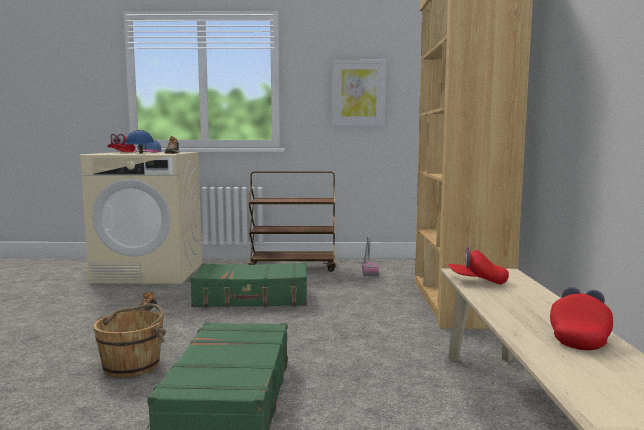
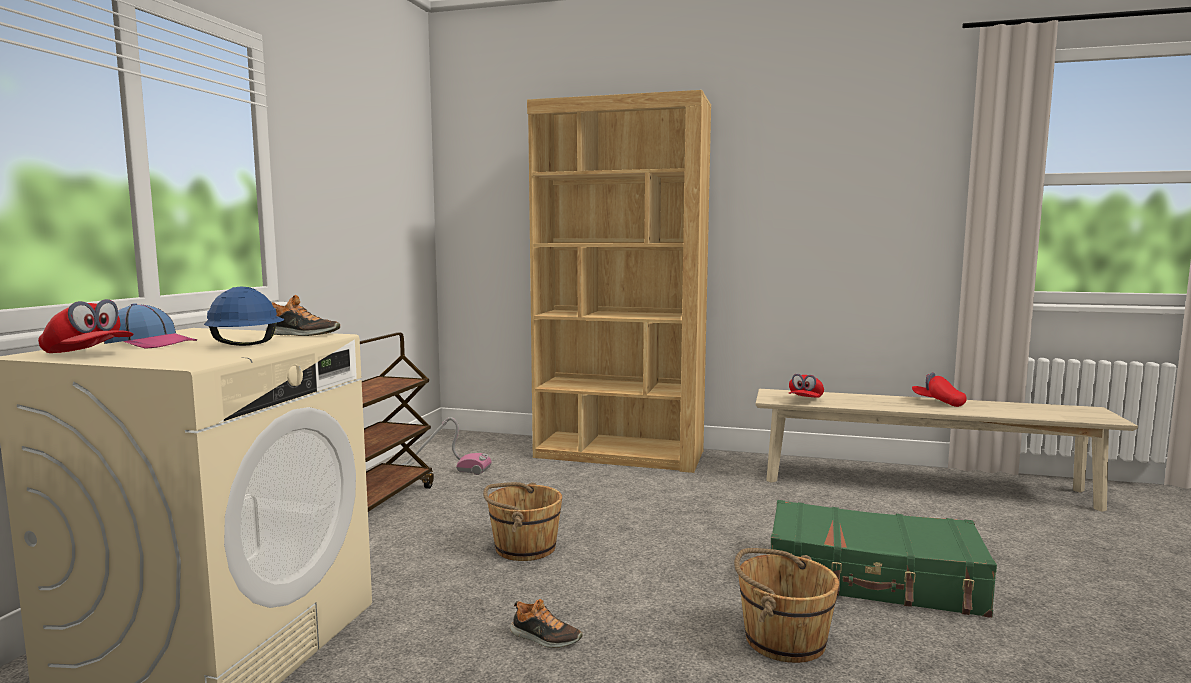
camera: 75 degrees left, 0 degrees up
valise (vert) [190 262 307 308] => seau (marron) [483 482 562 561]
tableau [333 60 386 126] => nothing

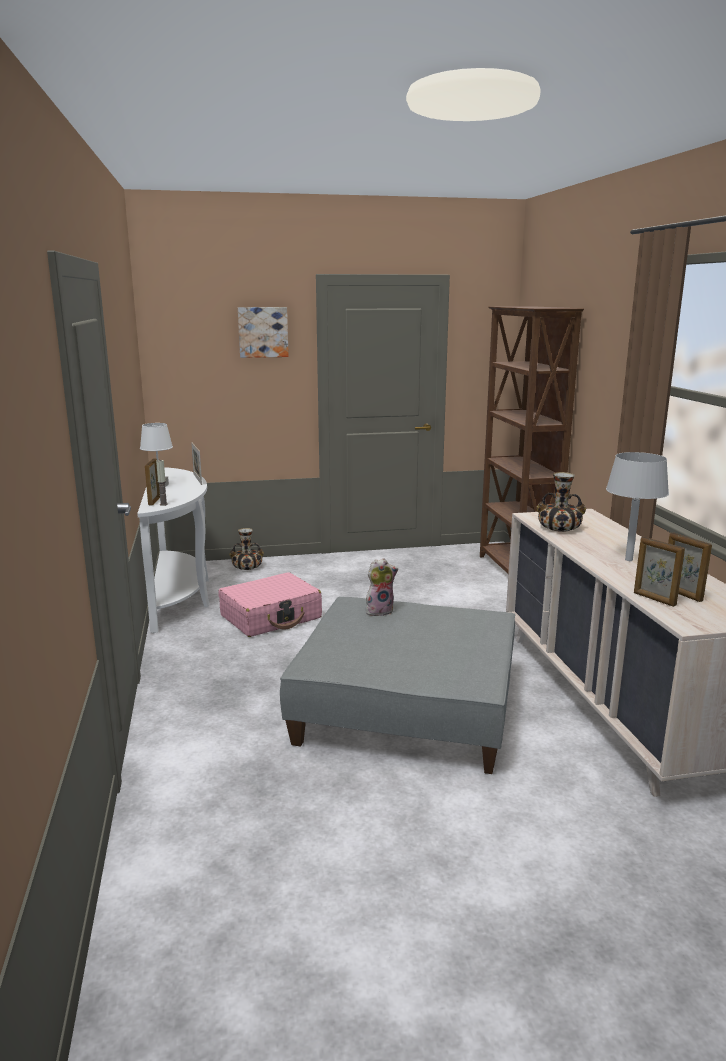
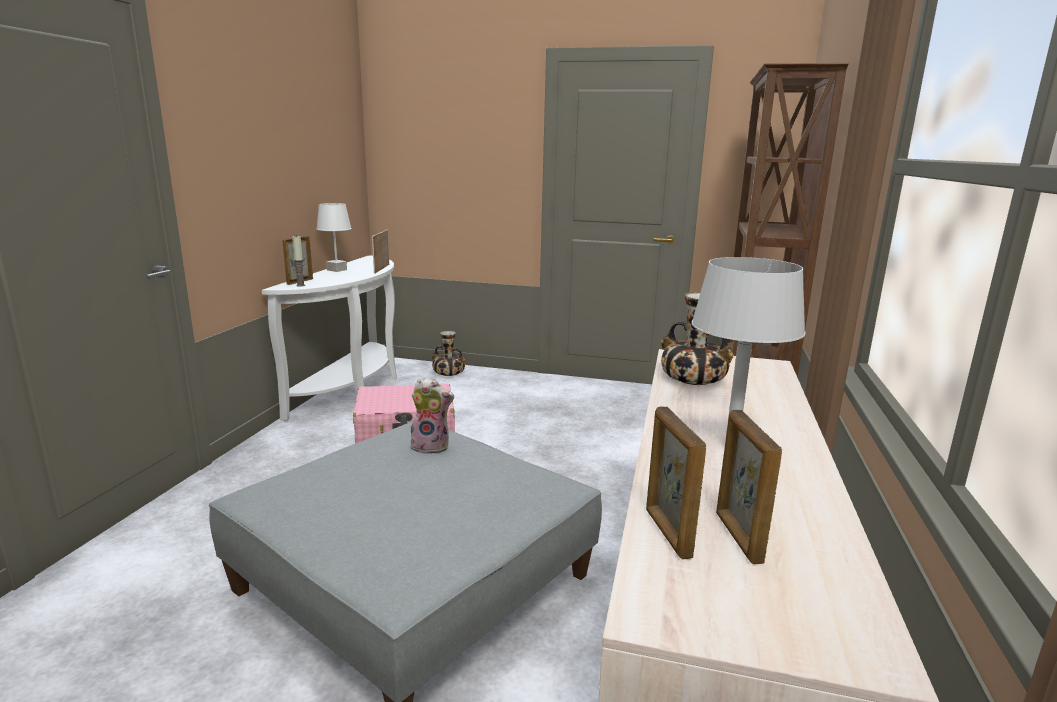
camera: 25 degrees right, 0 degrees up
tableau [238 307 289 358] => nothing

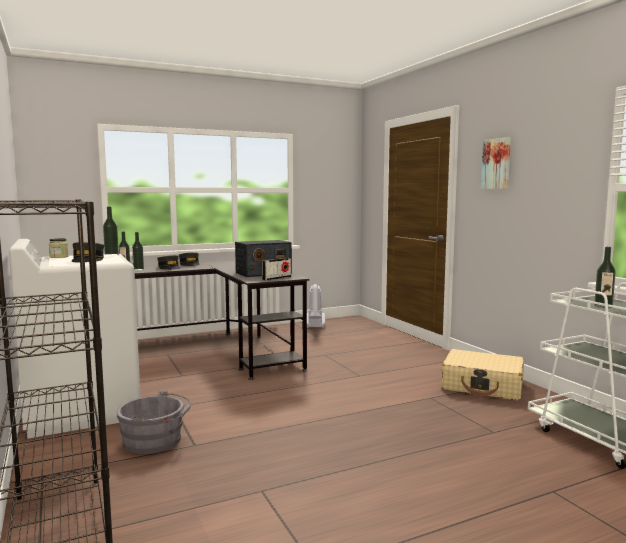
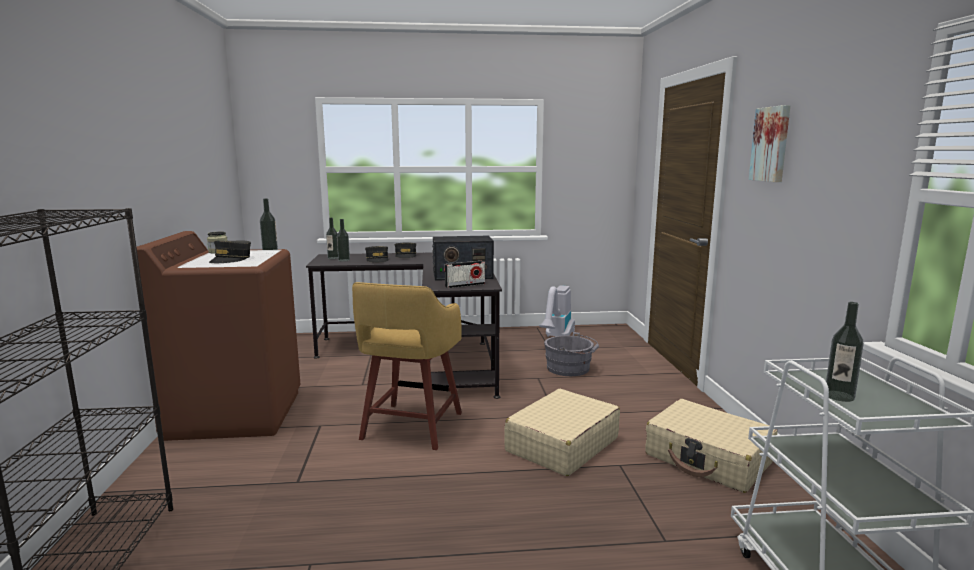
camera: 20 degrees right, 5 degrees up
lave-linge (blanc) [9 239 141 438] => lave-linge (marron) [136 231 301 441]
nothing => tabouret (jaune) [352 282 462 450]
nothing => valise (beige) [504 389 620 476]
seau (gris) [116 390 191 454] => seau (gris) [544 332 599 376], relocated

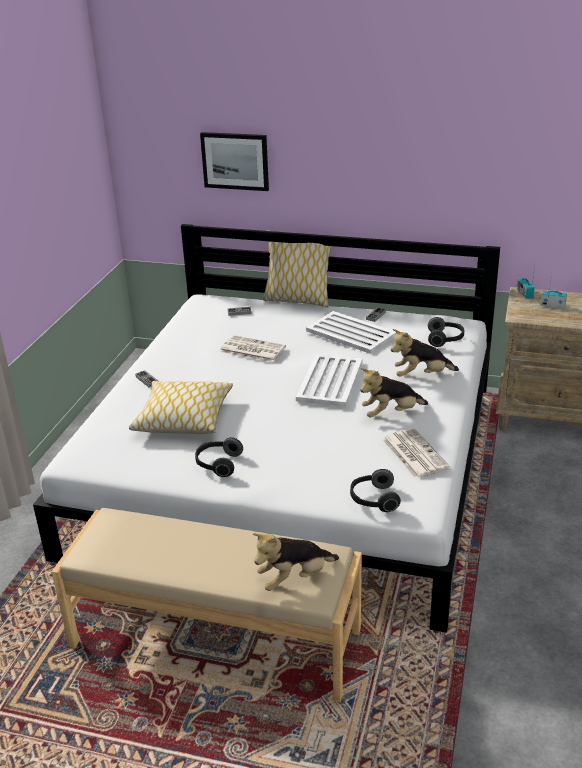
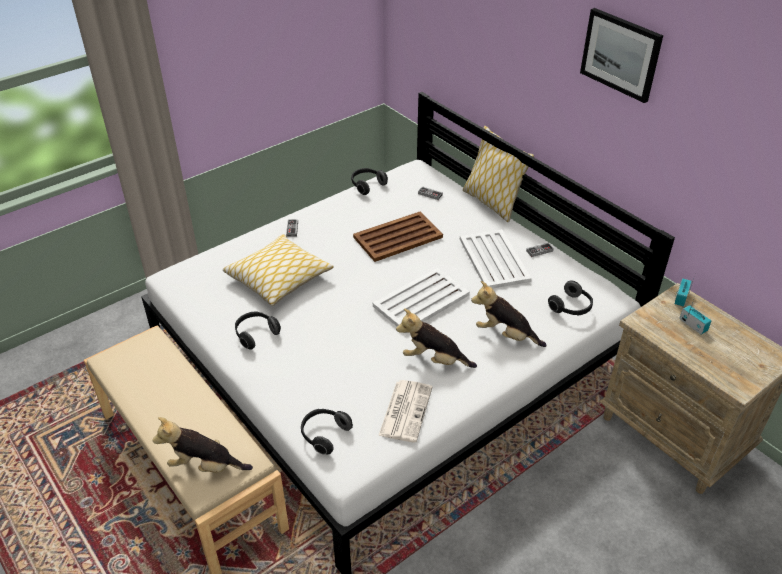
camera: 35 degrees right, 10 degrees up
nothing => casque audio [351 168 388 195]
journal [220 335 286 362] => plateau (marron) [353 212 443 262]
tableau [200 132 269 191] => tableau [580 8 663 103], relocated

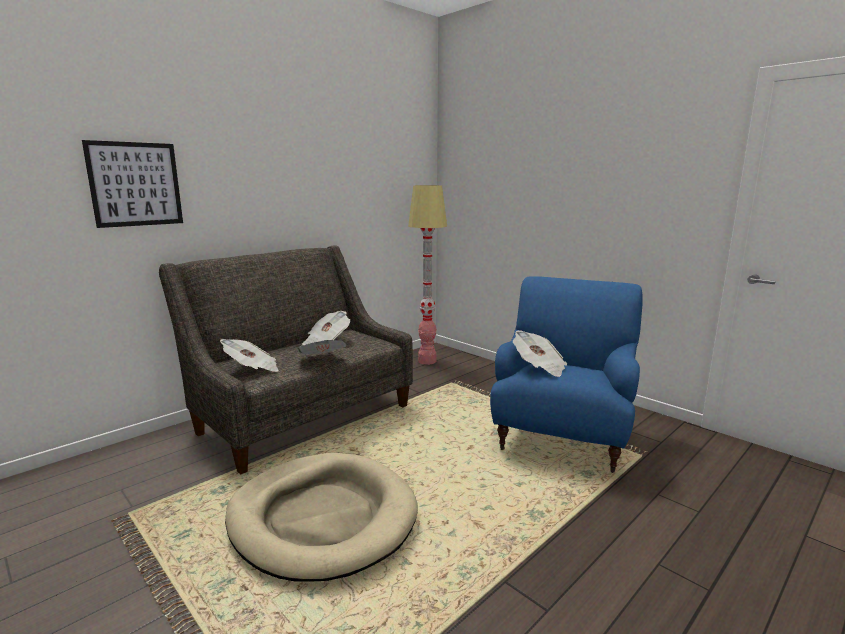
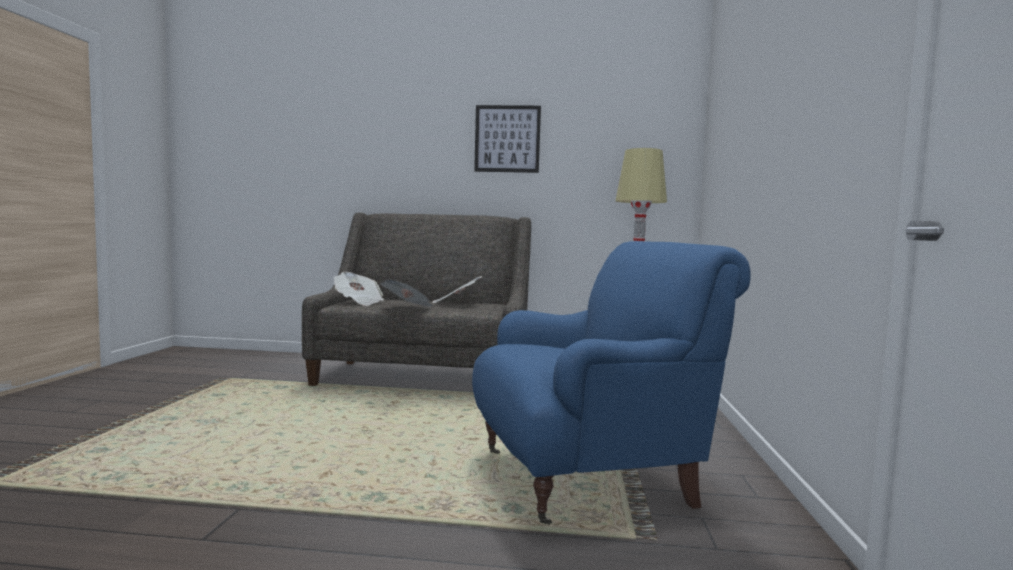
camera: 50 degrees right, 10 degrees down
tableau [82 140 183 228] => tableau [474 105 541 173], relocated
panier pour chien (beige) [225 453 418 582] => nothing
journal [513 330 567 377] => nothing

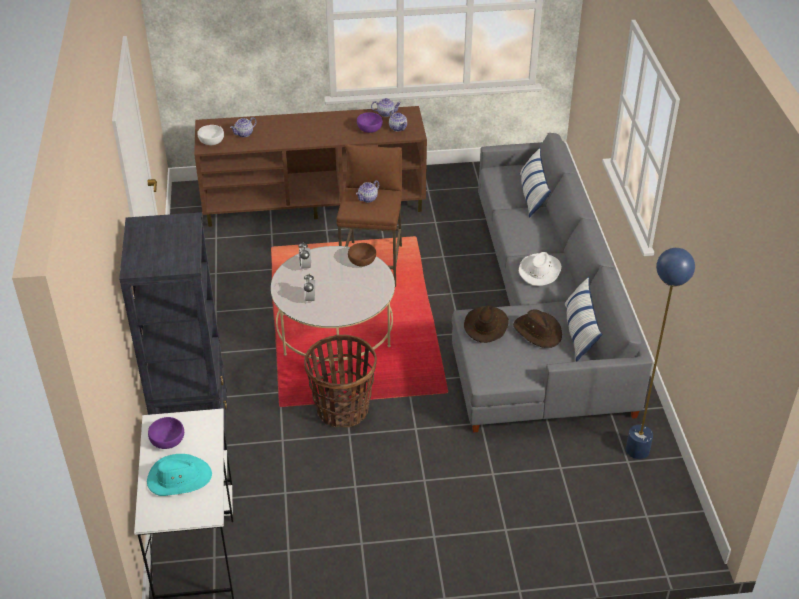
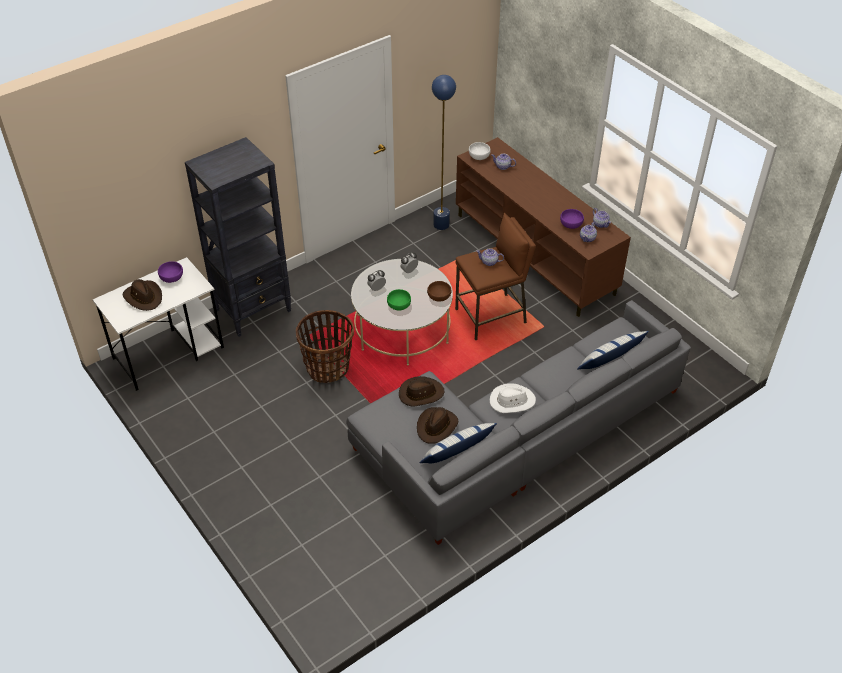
camera: 60 degrees right, 5 degrees up
chapeau (turquoise) [147 454 212 496] => chapeau (marron) [123 279 162 311]
nothing => bol (vert) [387 289 411 310]
lampadaire (bleu) [626 248 695 459] => lampadaire (bleu) [432 75 456 230], relocated

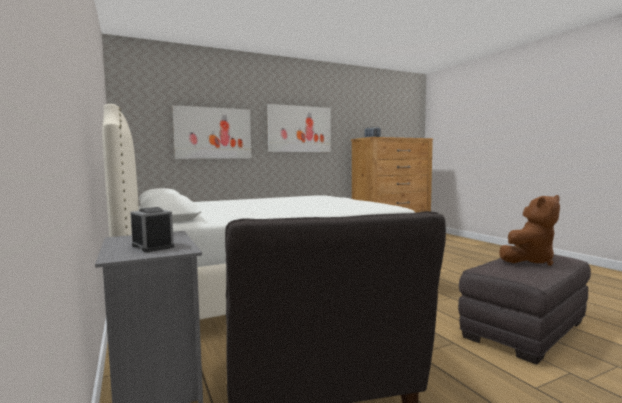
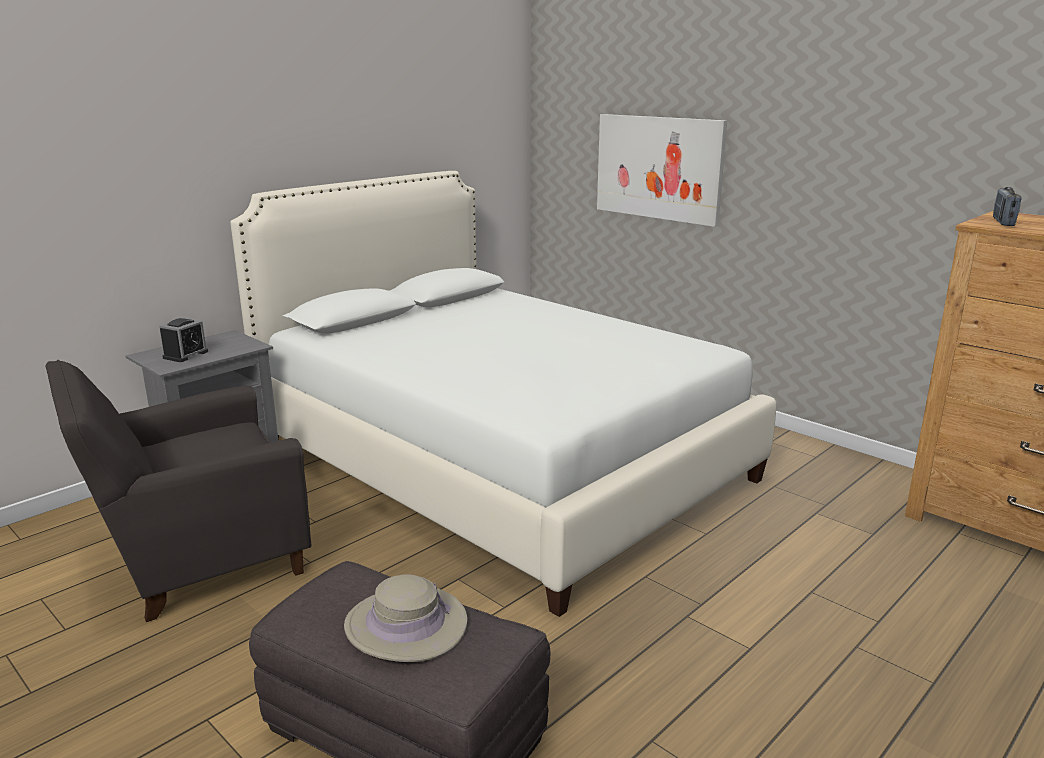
camera: 70 degrees right, 15 degrees up
peluche (marron) [499 195 560 266] => chapeau (beige) [344 575 467 662]
tableau [267 104 331 152] => nothing

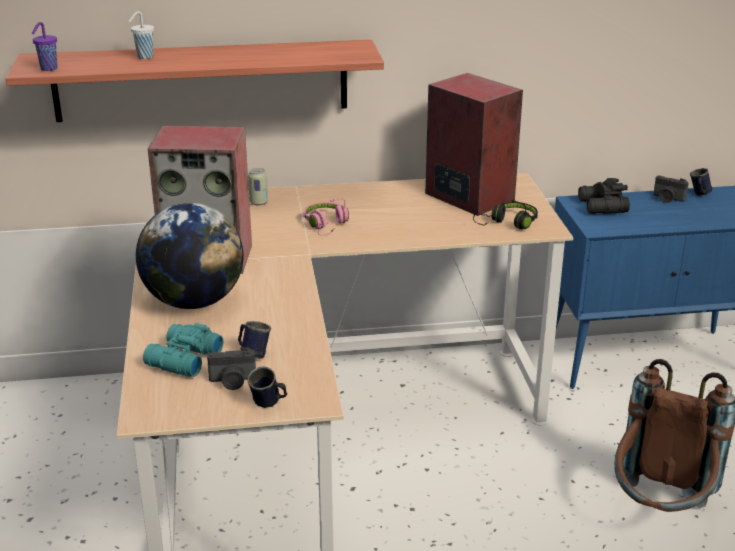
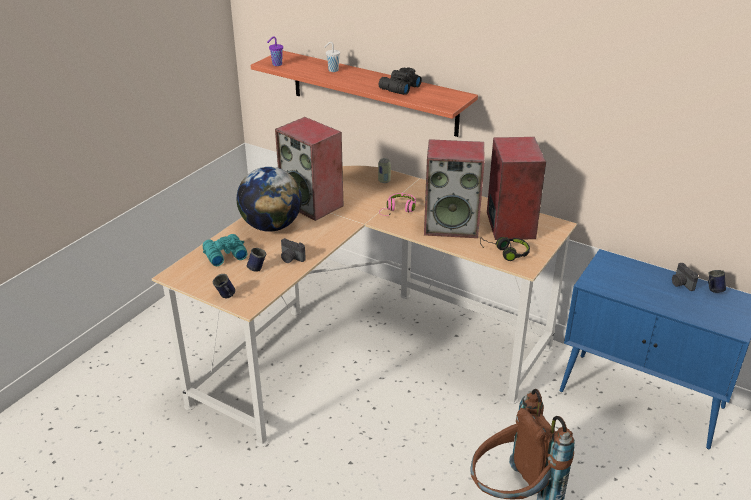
camera: 40 degrees right, 5 degrees up
appareil photo [207 347 256 390] => appareil photo [281 238 306 263], relocated
jumelles (noir) [578 178 630 214] => jumelles (noir) [379 67 422 95], relocated
nothing => enceinte [424 139 485 238]

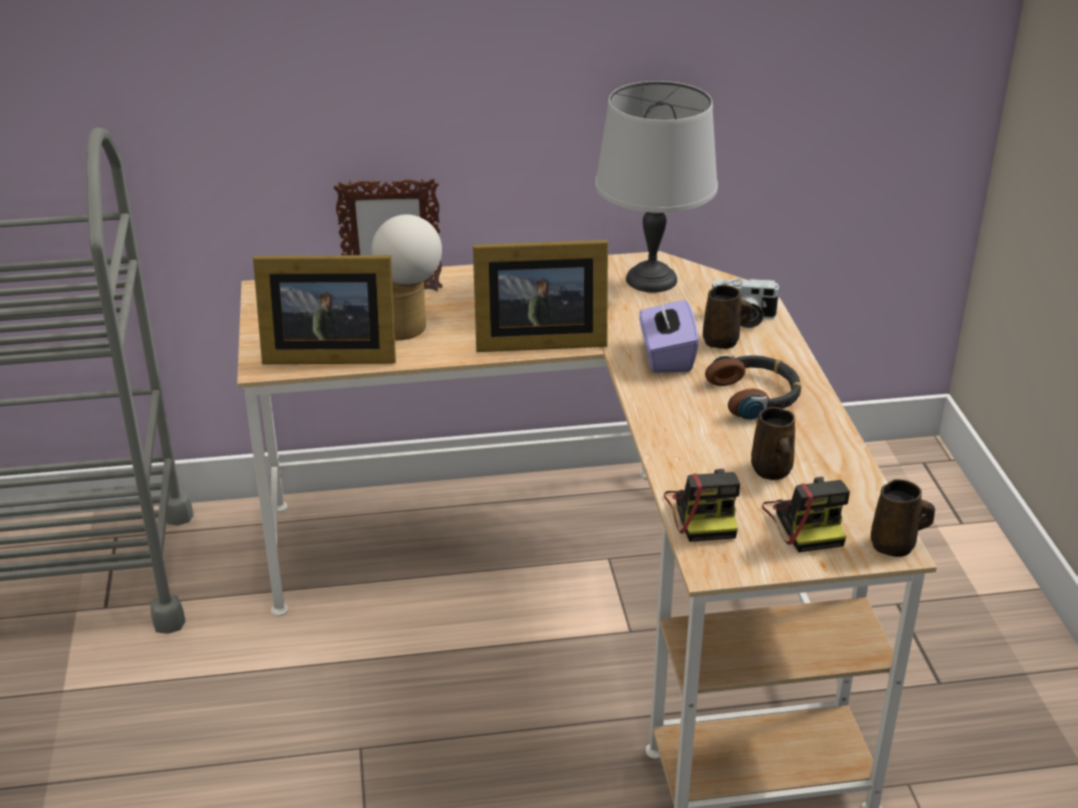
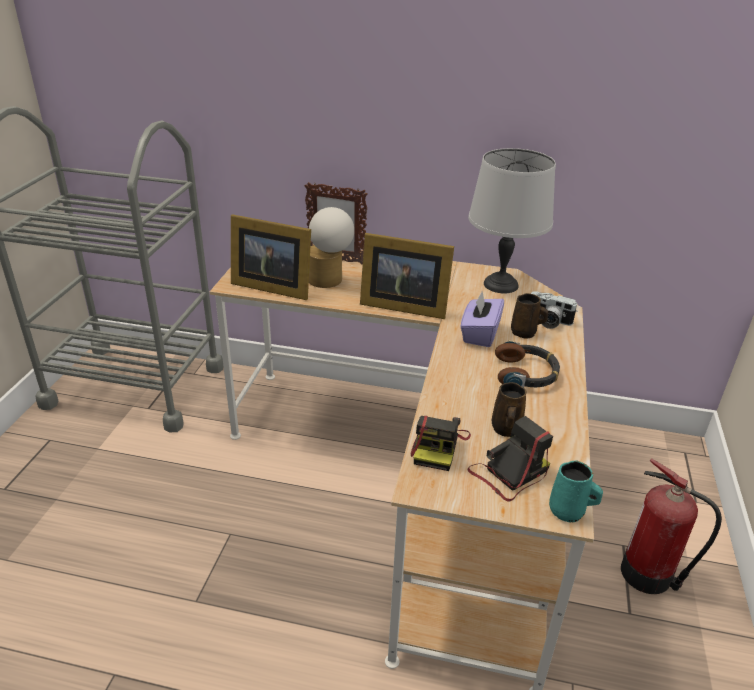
camera: 20 degrees right, 0 degrees up
appareil photo [762 477 850 552] => appareil photo [467 416 553 502], 135 degrees counterclockwise
mug (marron) [871 479 935 557] => mug (turquoise) [549 460 603 522]
nothing => extincteur [621 459 722 594]

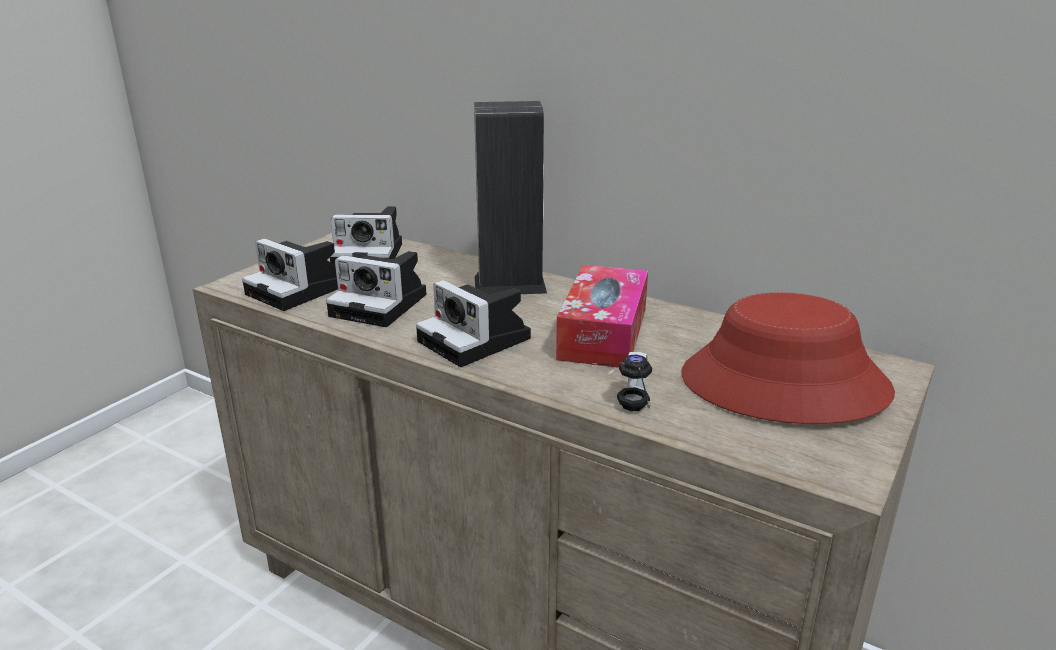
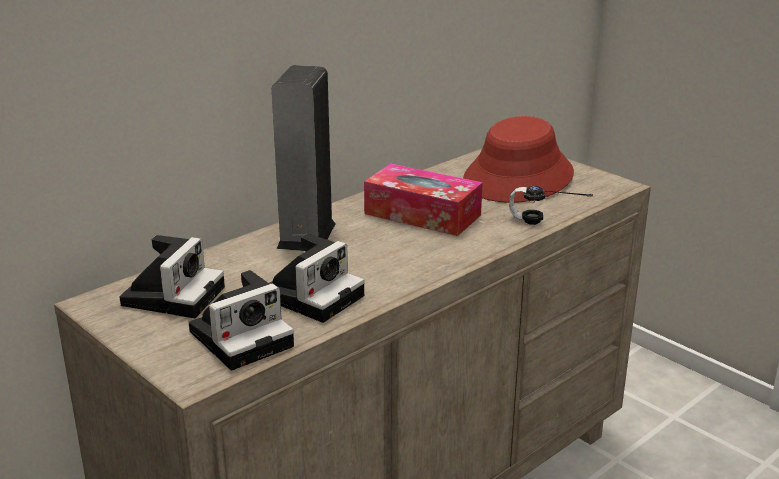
camera: 75 degrees left, 0 degrees up
appareil photo [416 280 531 367] => nothing

